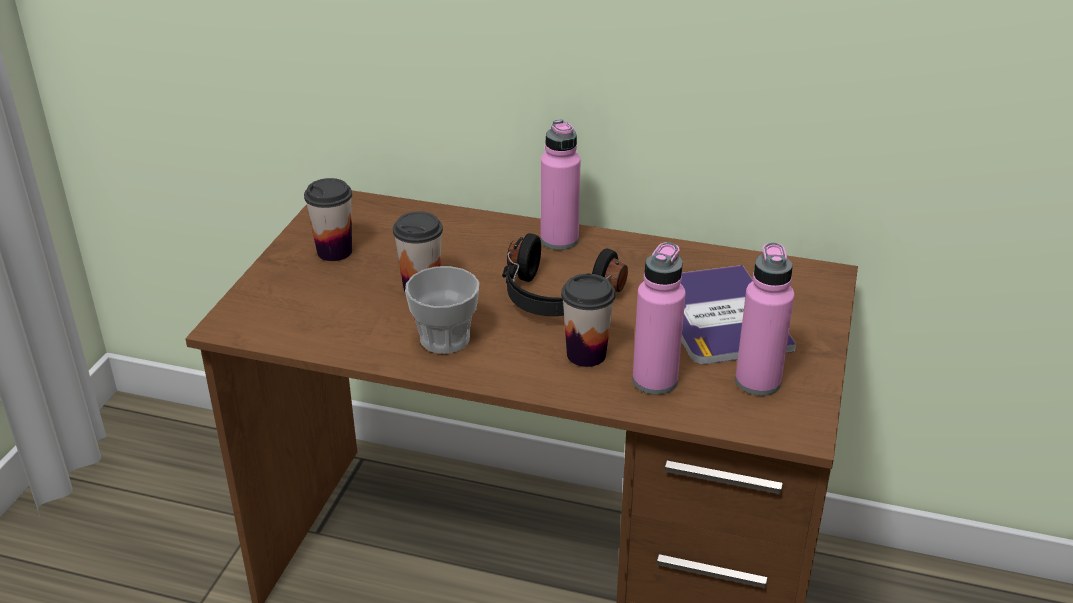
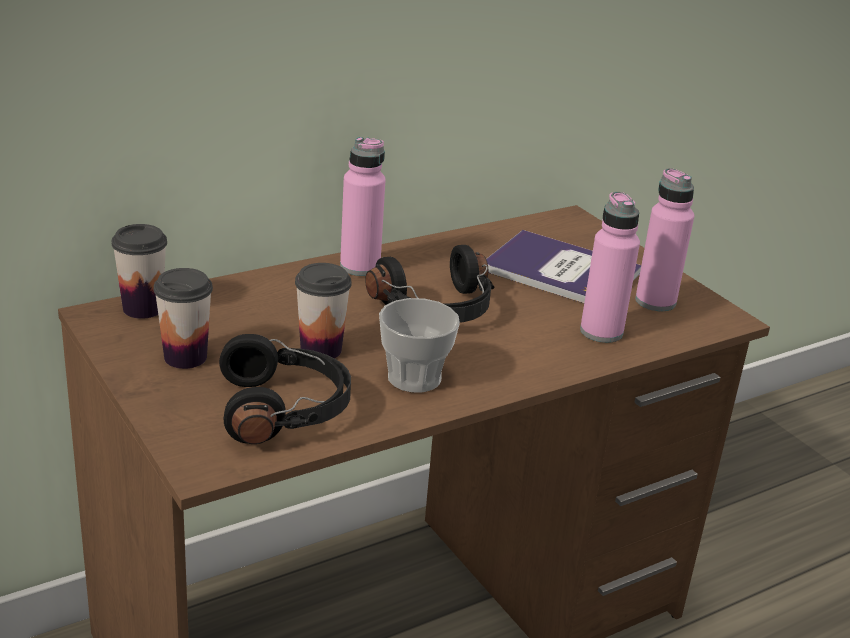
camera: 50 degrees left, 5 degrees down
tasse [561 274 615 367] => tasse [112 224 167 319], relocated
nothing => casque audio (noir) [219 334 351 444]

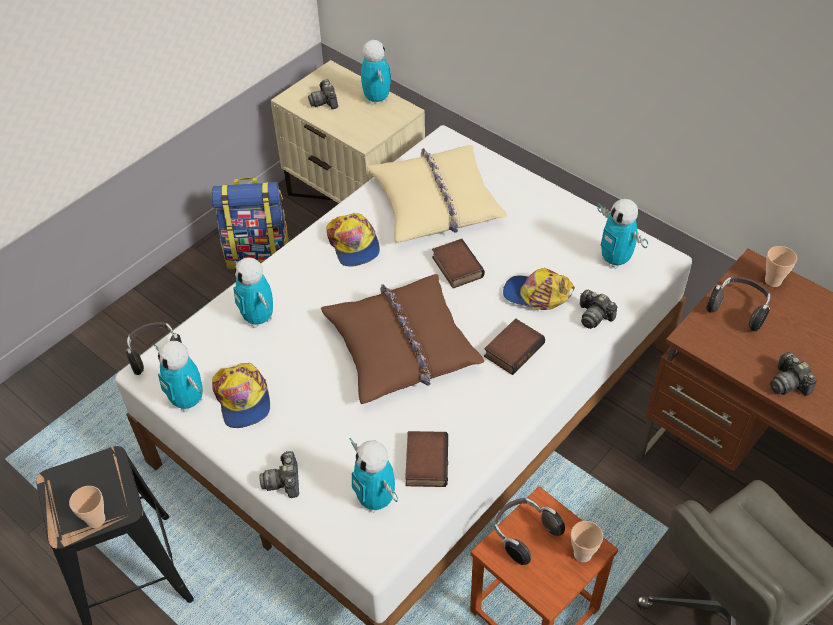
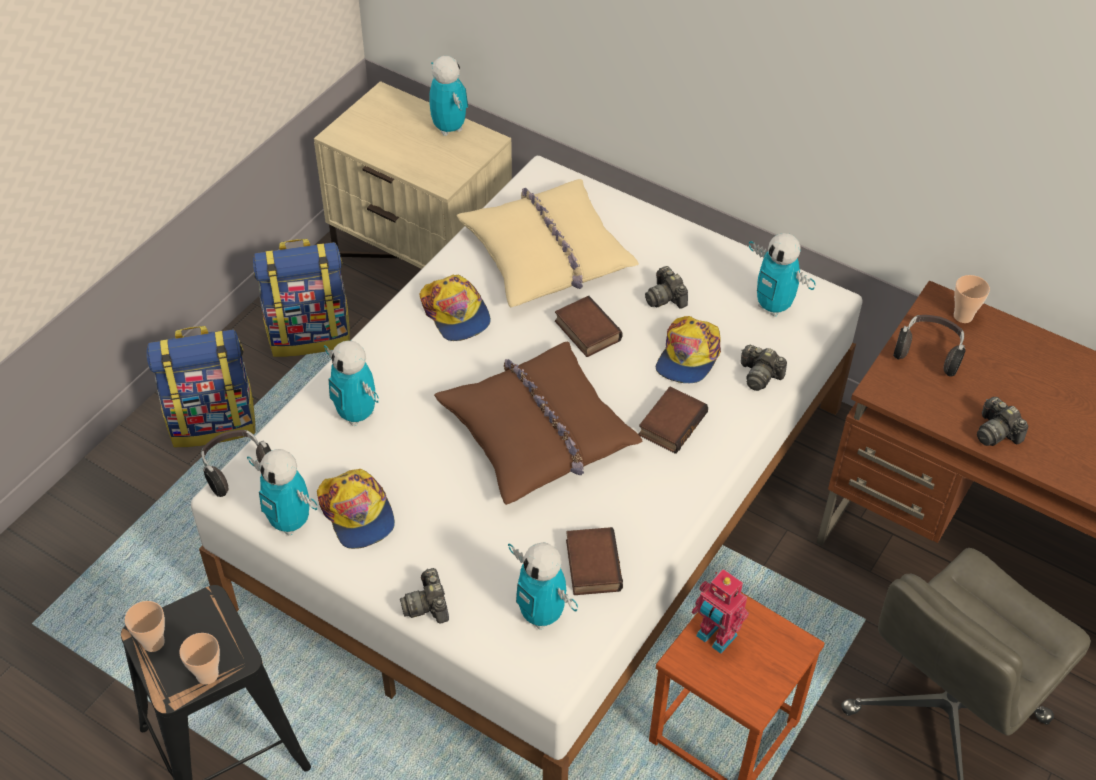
camera: 10 degrees left, 0 degrees up
tasse [571 521 603 562] => tasse [125 601 165 652], relocated
nothing => sac à dos [146 326 255 447]
appareil photo [308 79 338 109] => appareil photo [645 266 688 309], relocated
casquette [503 268 575 310] => casquette [656 316 721 383], 75 degrees counterclockwise
casque audio [494 498 565 565] => robot jouet [692 569 749 654]

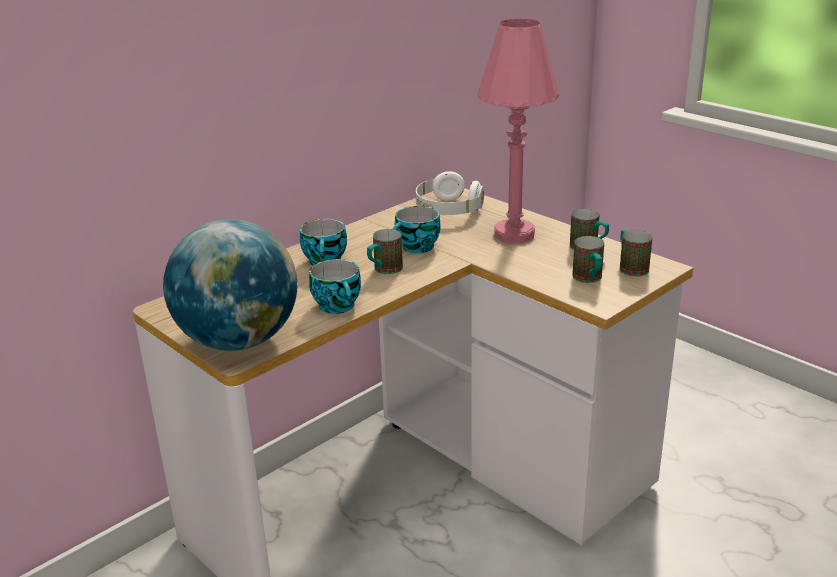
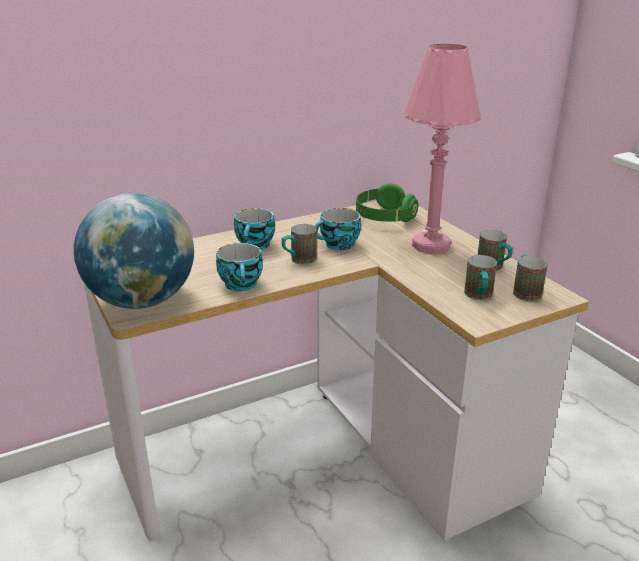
camera: 15 degrees right, 0 degrees up
casque audio (blanc) [416 171 484 215] => casque audio (vert) [356 183 418 222]

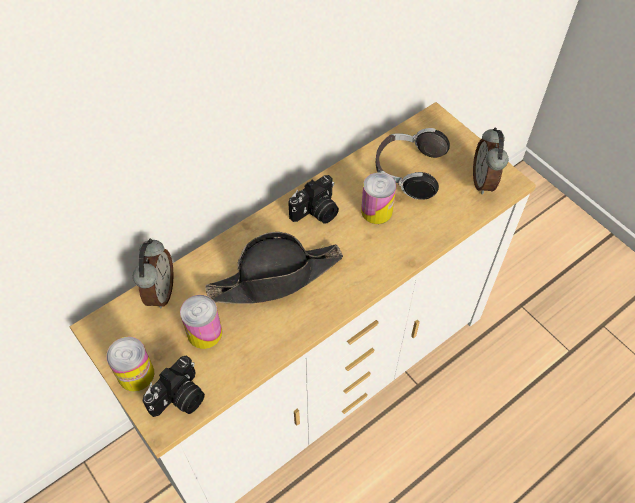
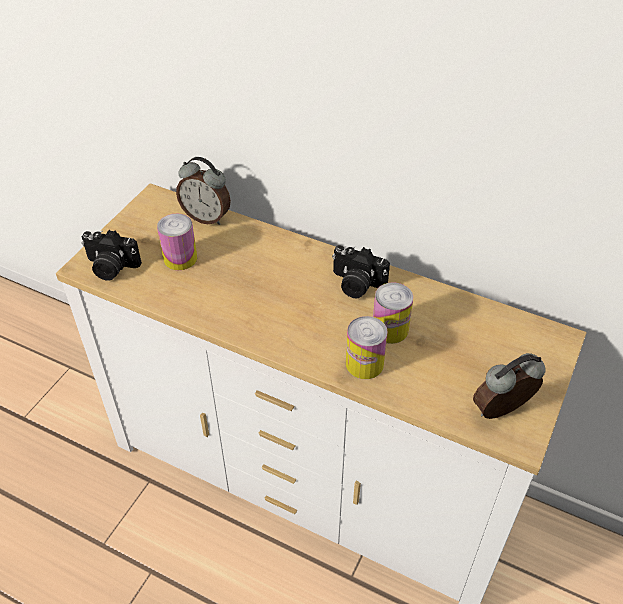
camera: 65 degrees right, 10 degrees down
réveil [133 238 174 309] => réveil [176 157 231 225], 45 degrees clockwise
boîte métallique [106 337 154 392] => boîte métallique [346 316 387 379], relocated
chapeau (noir) [205 232 343 304] => nothing
casque audio [376 128 450 200] => nothing

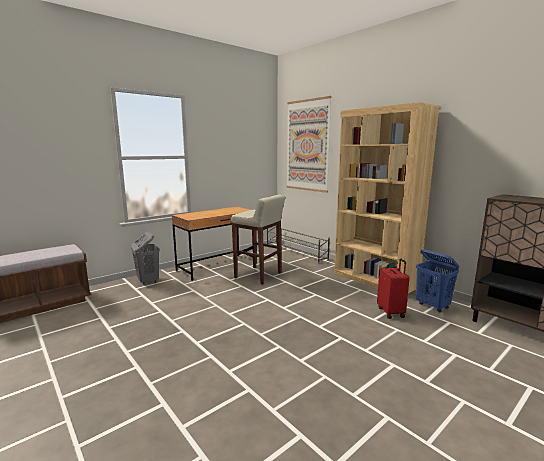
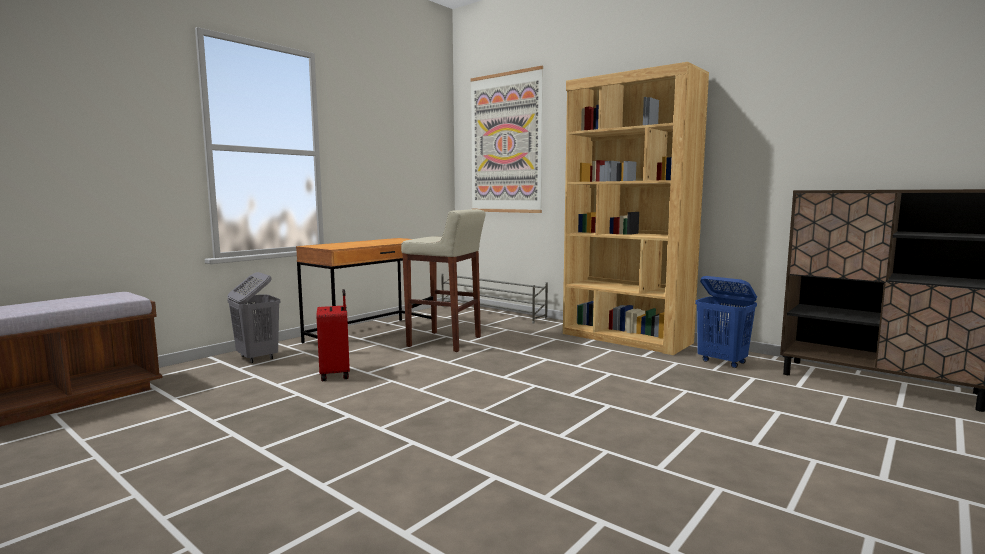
camera: 10 degrees left, 5 degrees down
valise (rouge) [377 259 410 319] => valise (rouge) [316 289 350 381], relocated

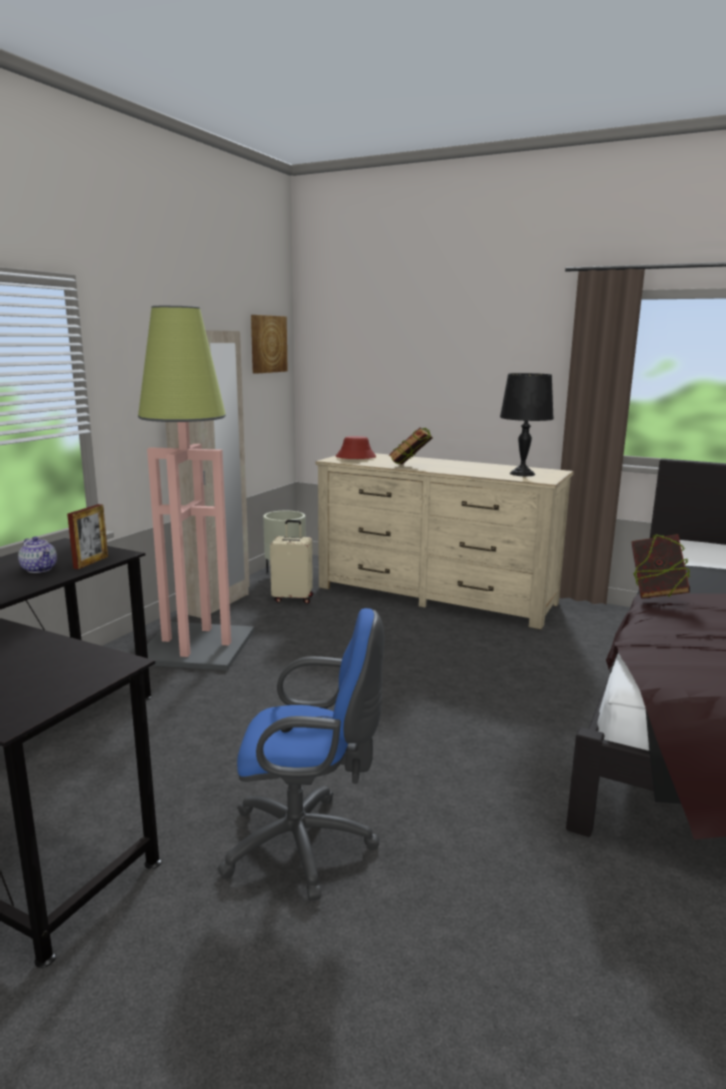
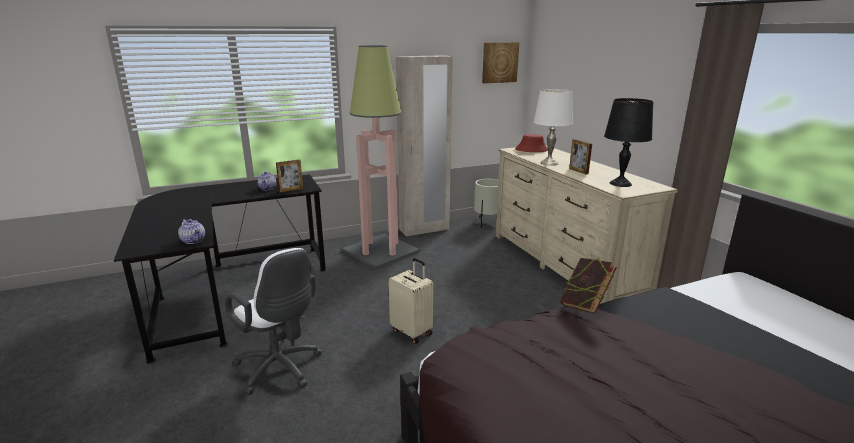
camera: 40 degrees right, 5 degrees up
nothing => théière [178 219 205 244]
chaise de bureau (bleu) [218 608 384 901] => chaise de bureau (blanc) [225 248 322 395]
valise (beige) [270 520 313 604] => valise (beige) [388 258 433 344], relocated
livre [389 427 433 464] => lampe de table (blanc) [534 89 573 166]
nothing => cadre photo [569 139 592 175]

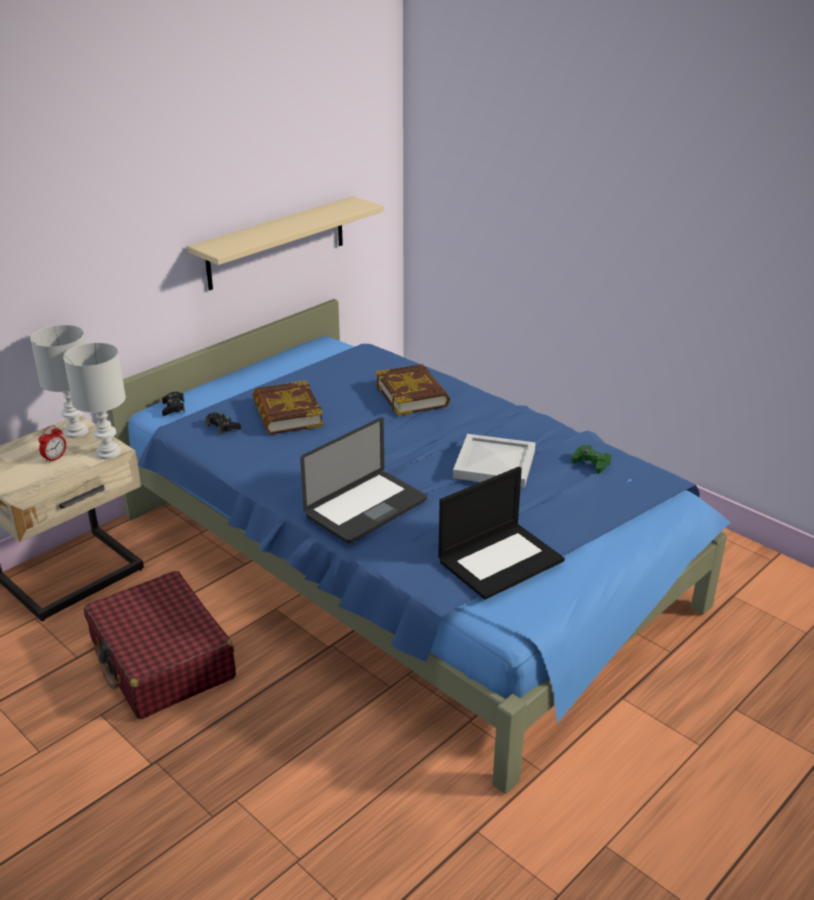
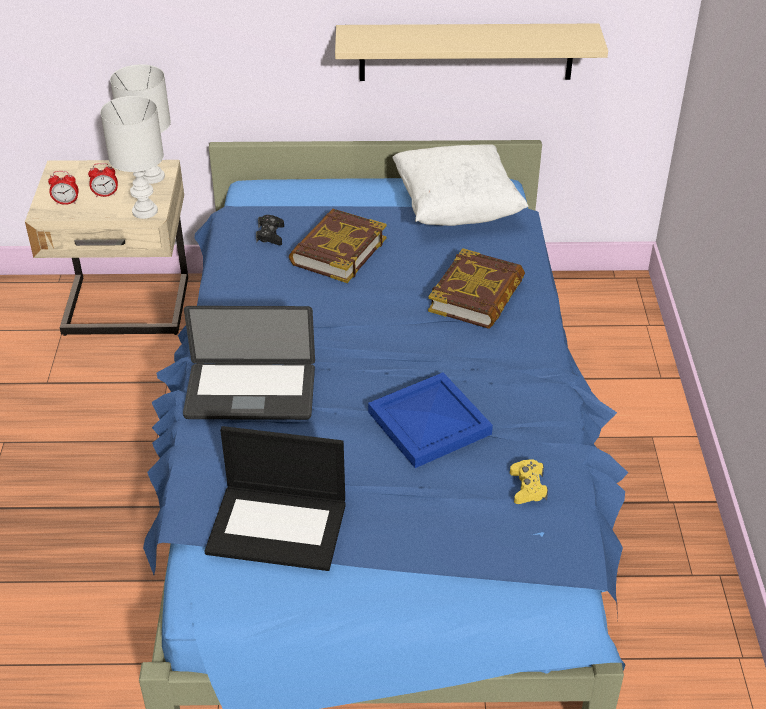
camera: 45 degrees right, 10 degrees up
nothing => réveil [48 171 79 205]
plateau (blanc) [453 434 536 488] => plateau (bleu) [368 372 493 468]
nothing => coussin (blanc) [392 144 529 226]
manette (vert) [572 445 612 474] => manette (jaune) [510 459 548 504]
valise (rouge) [84 571 236 719] => nothing
manette (noir) [162 392 185 416] => nothing

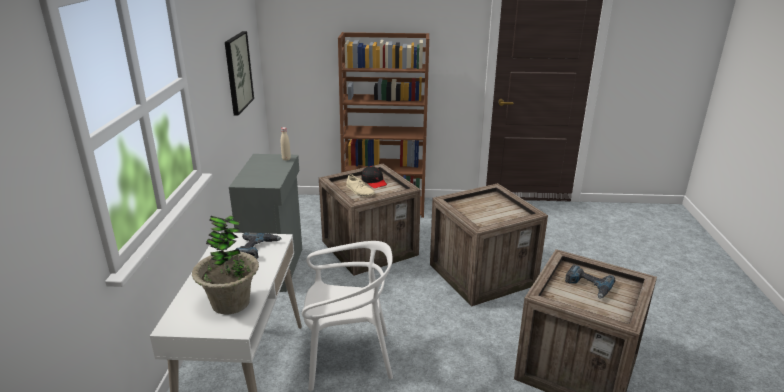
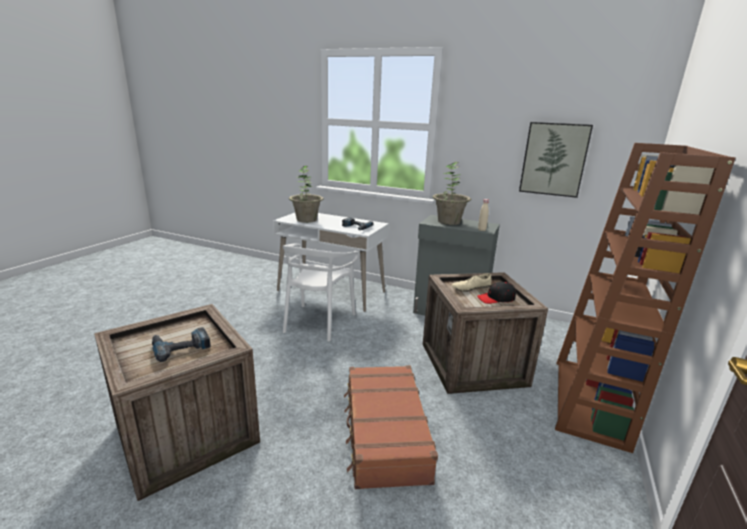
camera: 110 degrees right, 5 degrees down
caisse [430 183 548 307] => valise (marron) [344 365 438 489]
nothing => plante en pot [432 162 471 225]

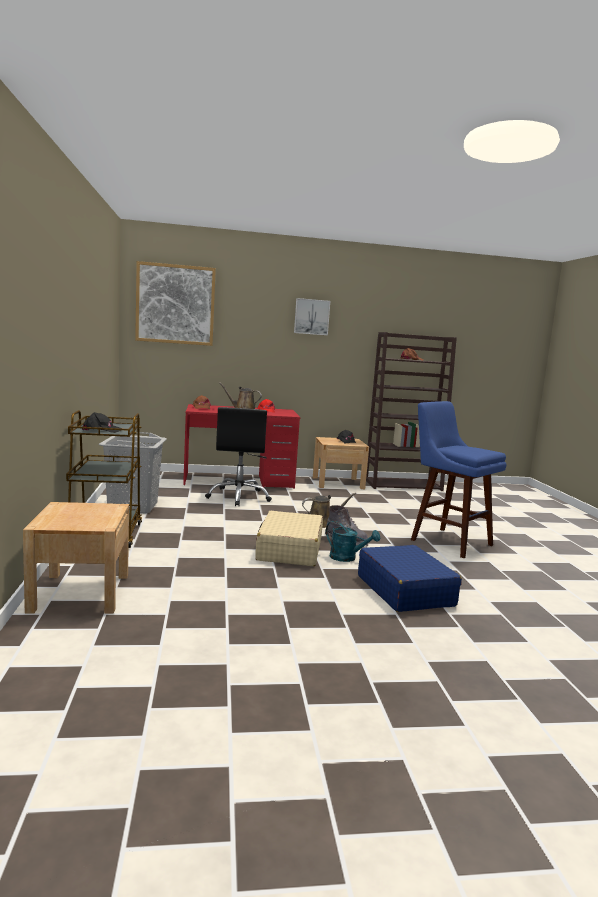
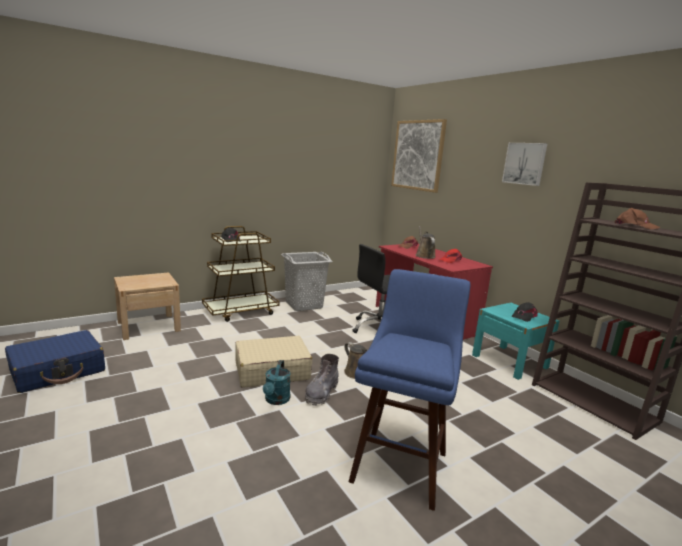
camera: 65 degrees right, 5 degrees up
valise (bleu) [358 545 462 612] => valise (bleu) [5 330 105 393], relocated
table de chevet (beige) [313 437 369 489] => table de chevet (turquoise) [472 303 559 380]

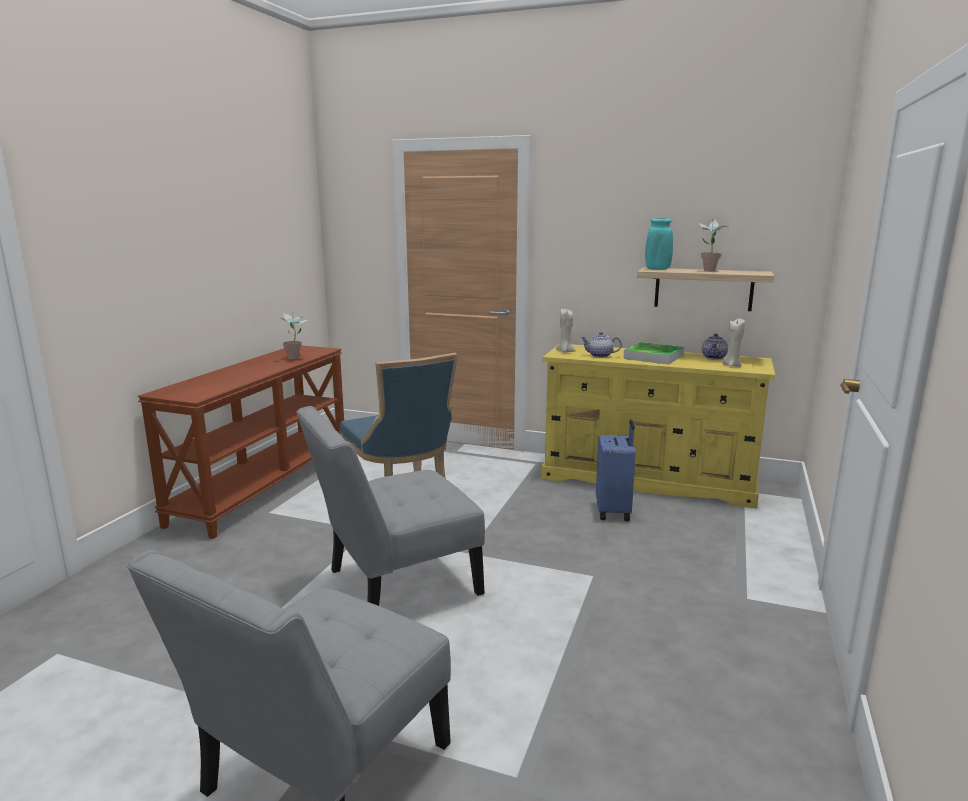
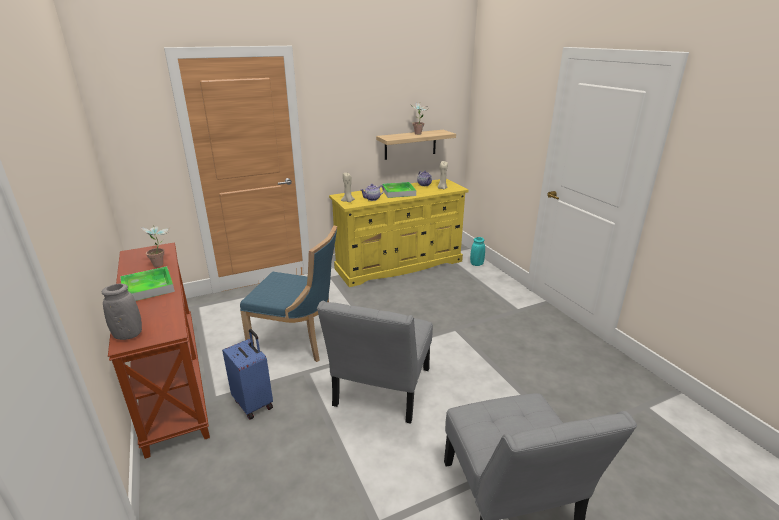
camera: 45 degrees left, 10 degrees up
nothing => vase (gris) [102 284 142 340]
nothing => plateau [120 266 175 301]
valise (bleu) [596 420 636 521] => valise (bleu) [222 329 273 420], relocated
vase (turquoise) [645 218 673 270] => vase (turquoise) [470 237 485 266], relocated

